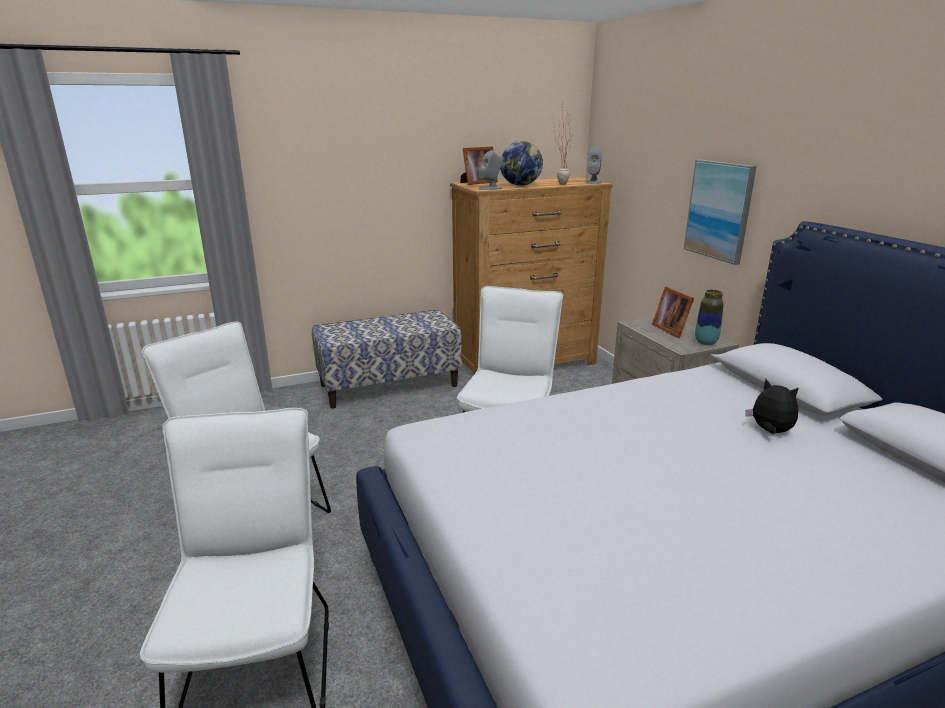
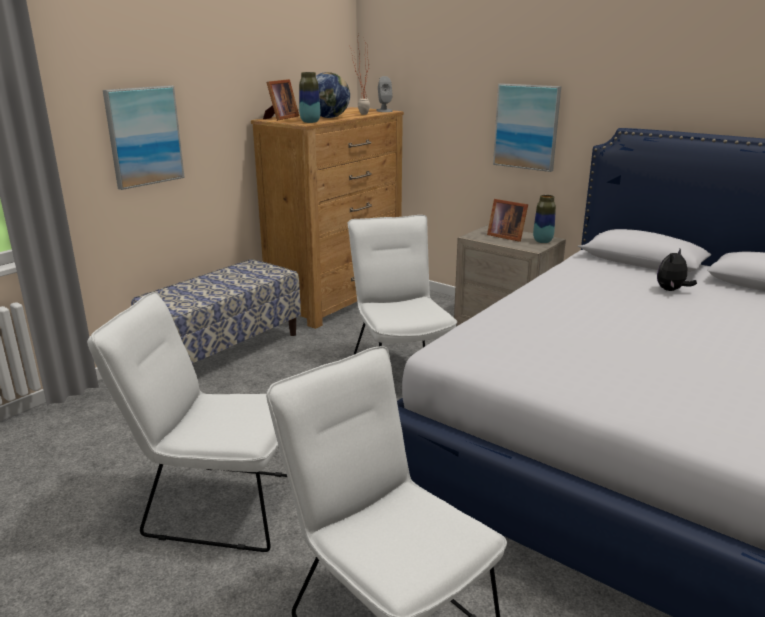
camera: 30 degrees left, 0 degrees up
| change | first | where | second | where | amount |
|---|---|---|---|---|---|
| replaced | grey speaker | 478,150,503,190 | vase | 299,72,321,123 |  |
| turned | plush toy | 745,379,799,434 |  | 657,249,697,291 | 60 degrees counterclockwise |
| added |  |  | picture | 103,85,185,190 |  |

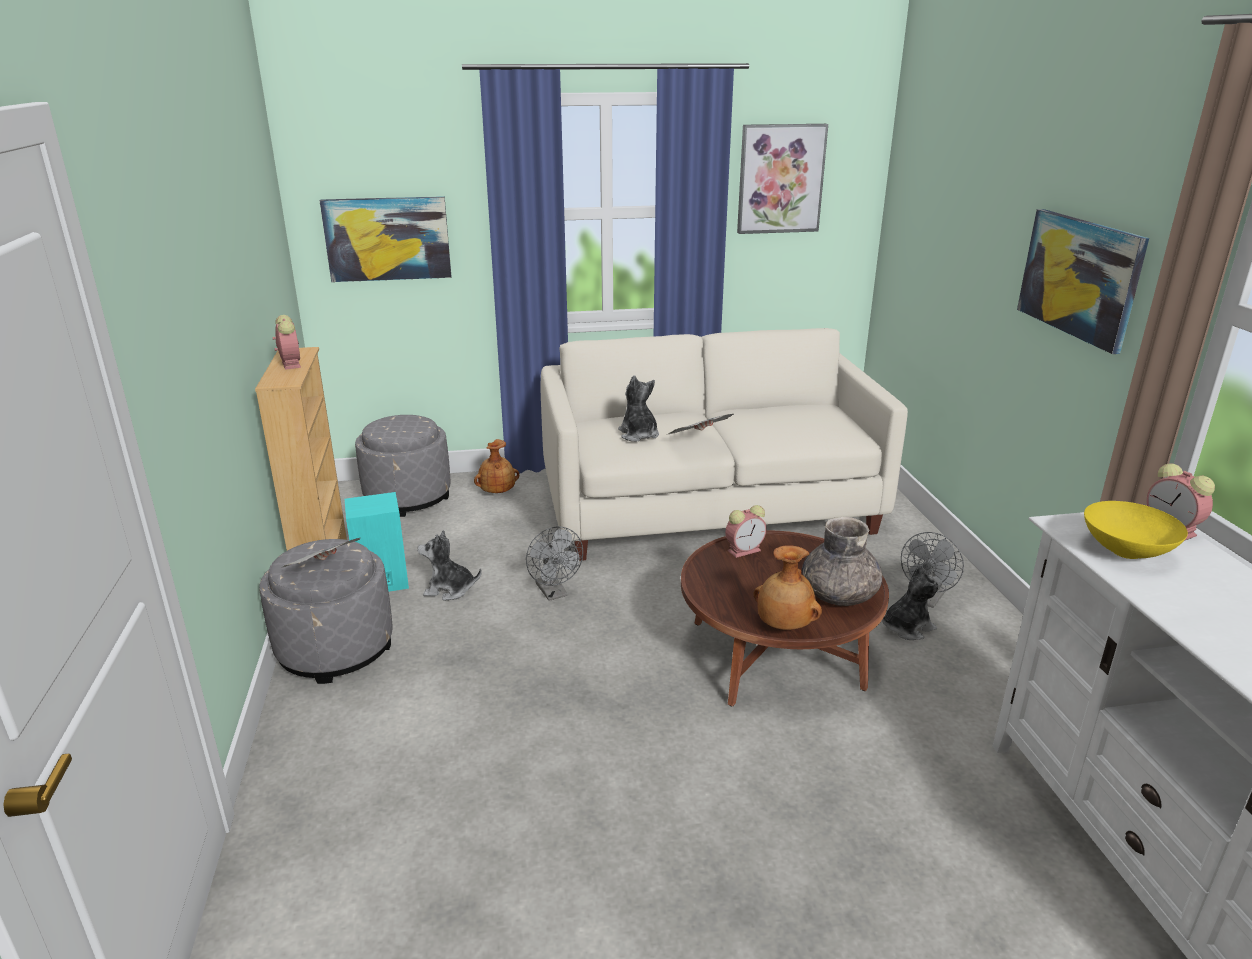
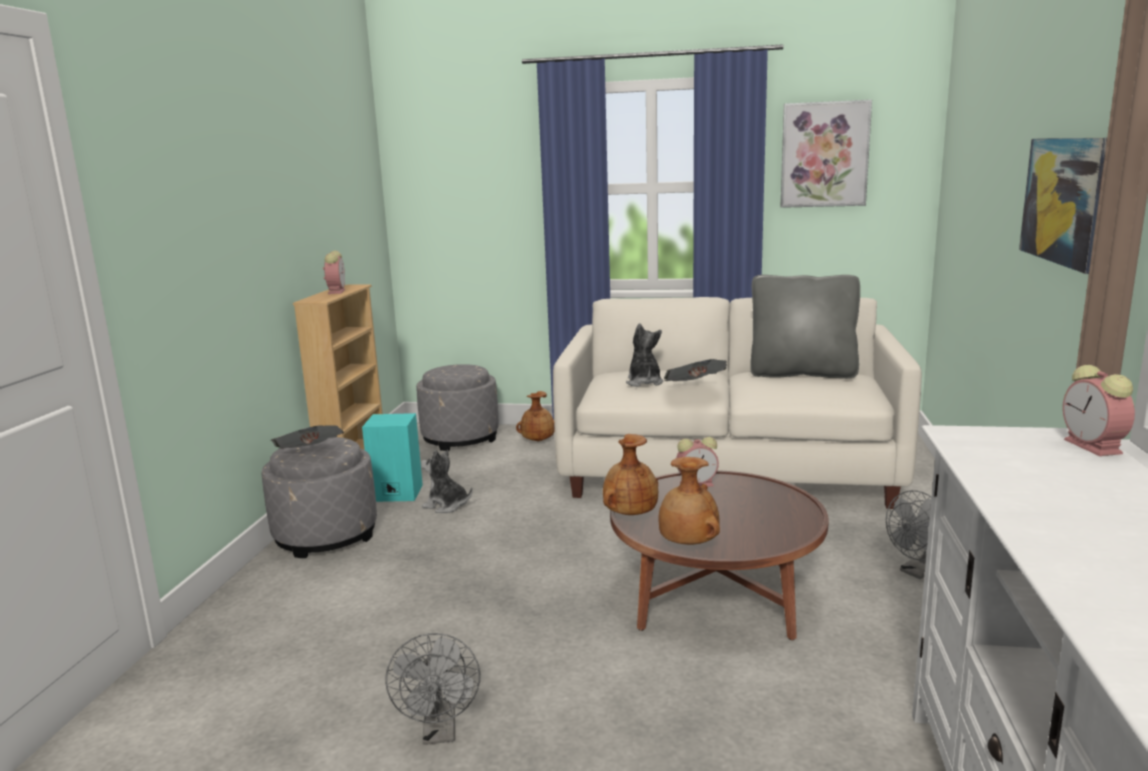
camera: 20 degrees right, 10 degrees down
| change | first | where | second | where | amount |
|---|---|---|---|---|---|
| removed | picture | 320,196,451,282 |  |  |  |
| moved | grey fan | 526,526,583,601 |  | 385,633,480,745 |  |
| removed | grey vase | 802,517,883,606 |  |  |  |
| removed | plush toy | 882,565,942,640 |  |  |  |
| removed | yellow bowl | 1084,501,1188,559 |  |  |  |
| added |  |  | brown vase | 603,434,658,515 |  |
| added |  |  | grey pillow | 750,275,860,379 |  |

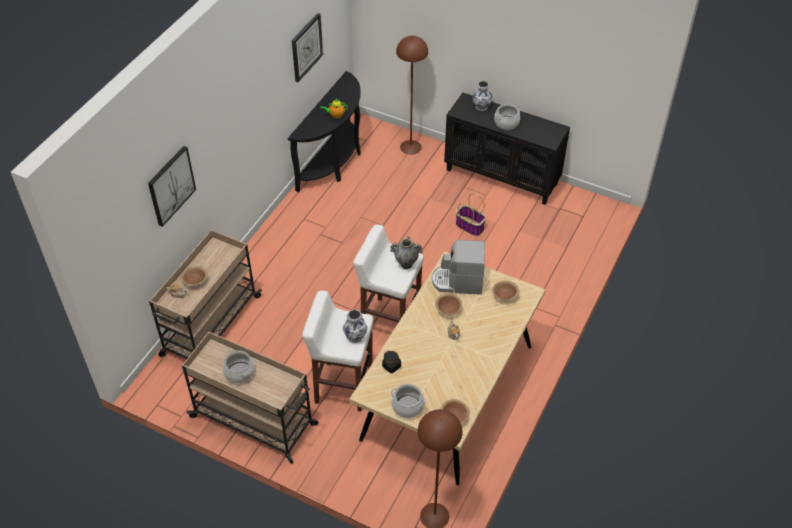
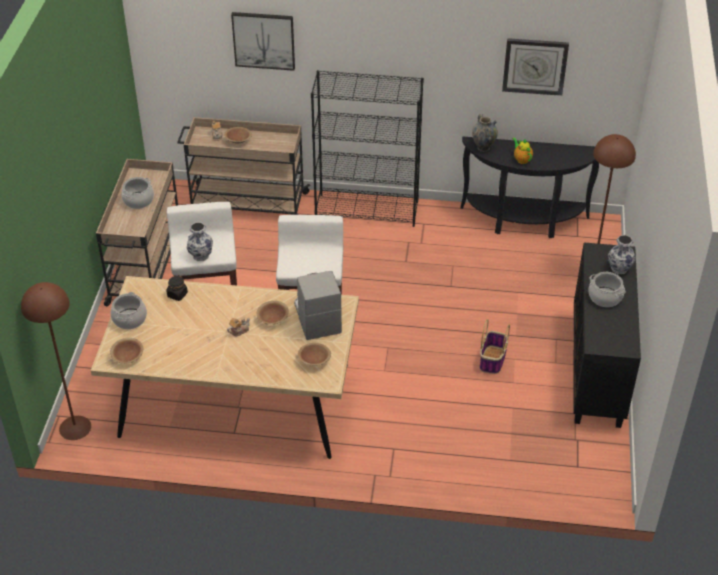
camera: 70 degrees right, 5 degrees down
| change | first | where | second | where | amount |
|---|---|---|---|---|---|
| moved | vase | 390,237,423,269 |  | 472,114,498,152 |  |
| added |  |  | black bookcase | 311,70,424,227 |  |

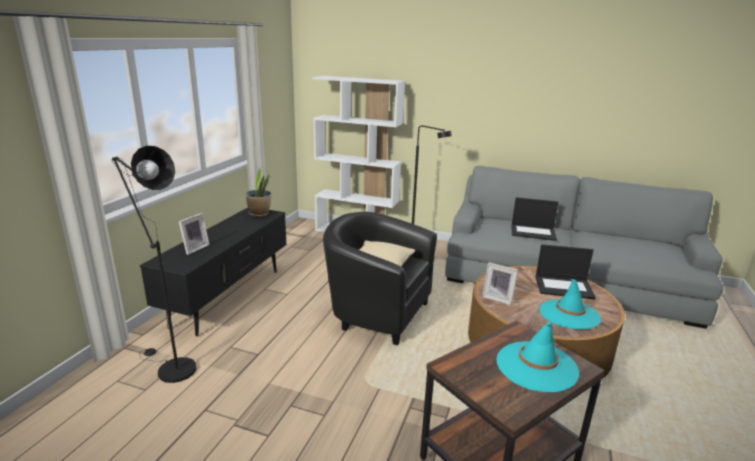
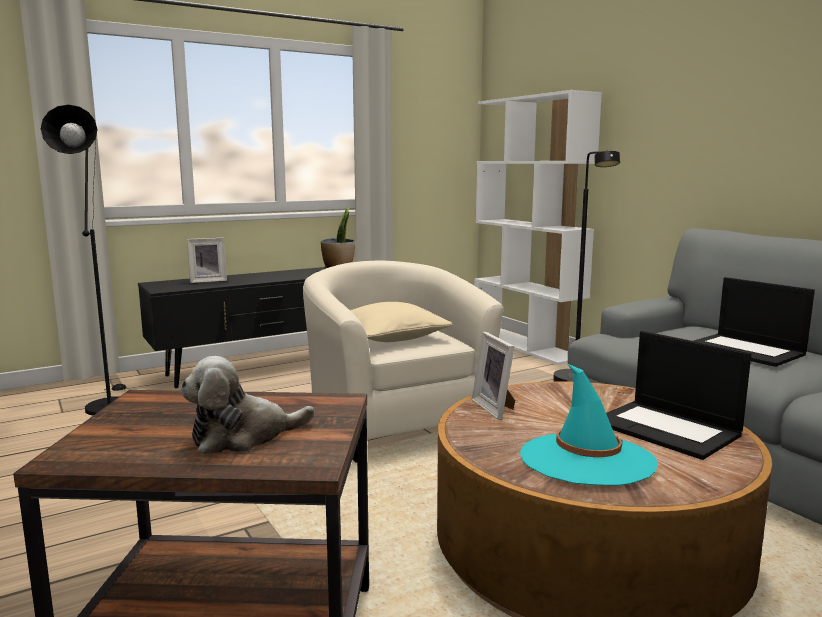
camera: 40 degrees right, 10 degrees down
| change | first | where | second | where | amount |
|---|---|---|---|---|---|
| recoloured | black armchair | 323,212,437,346 | beige armchair | 303,261,503,463 |  |
| replaced | turquoise hat | 497,322,579,392 | plush toy | 180,356,315,454 |  |

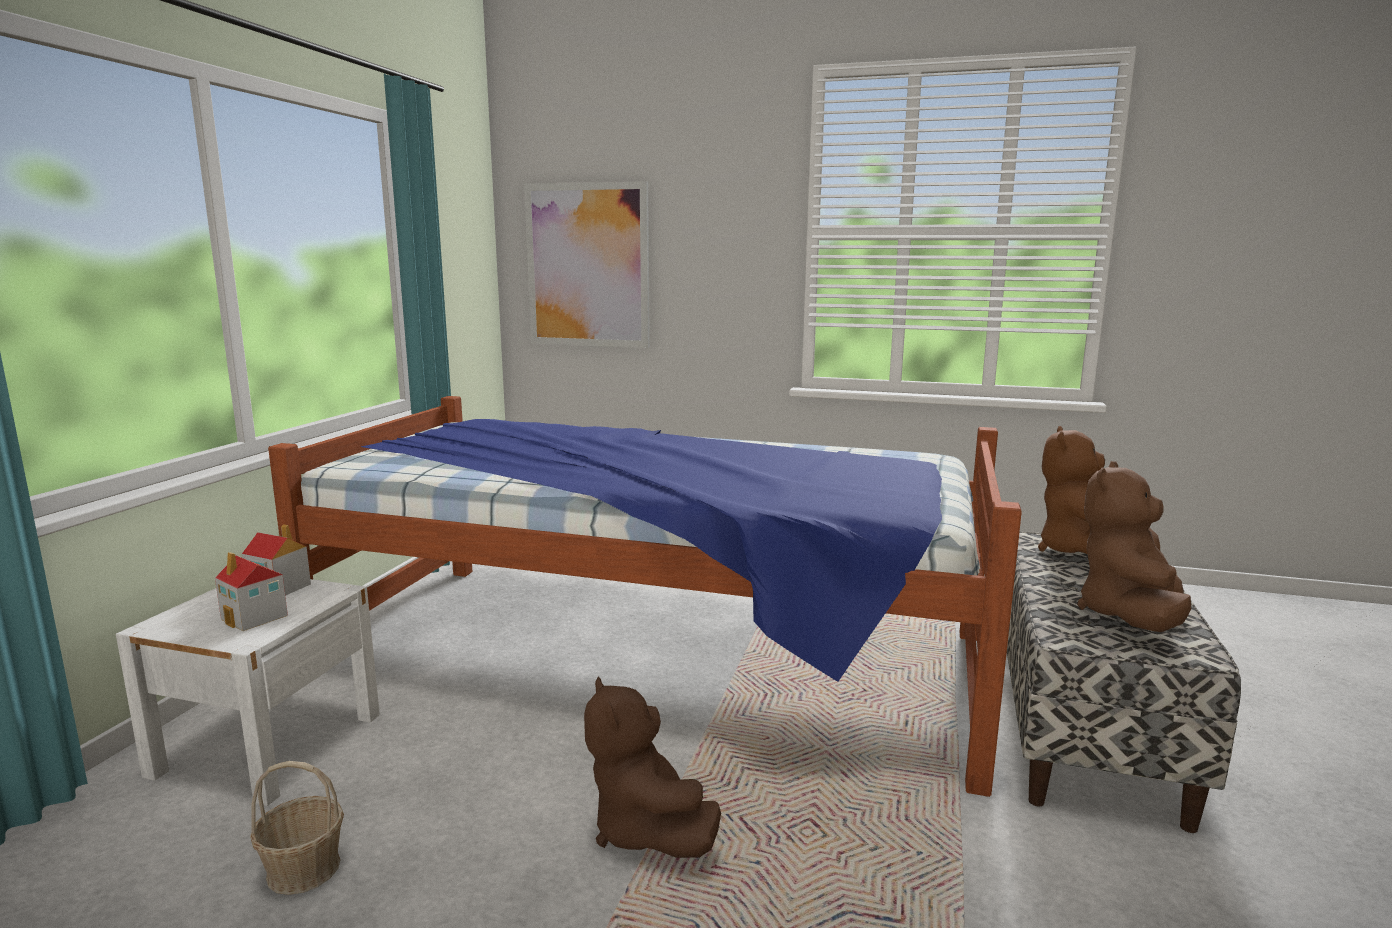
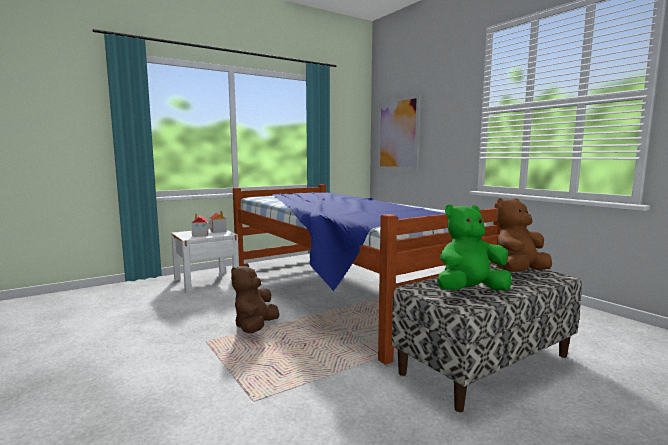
camera: 40 degrees right, 5 degrees down
| change | first | where | second | where | amount |
|---|---|---|---|---|---|
| removed | basket | 250,761,344,895 |  |  |  |
| recoloured | brown plush toy | 1077,461,1191,632 | green plush toy | 437,204,512,290 |  |

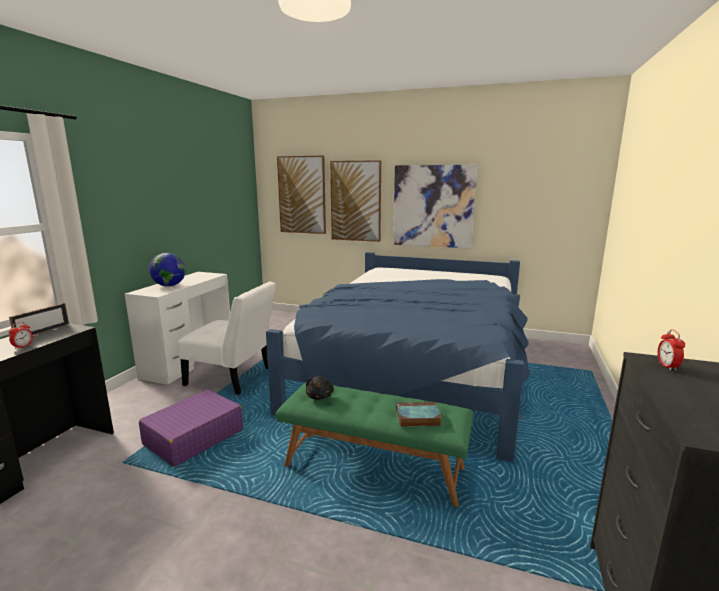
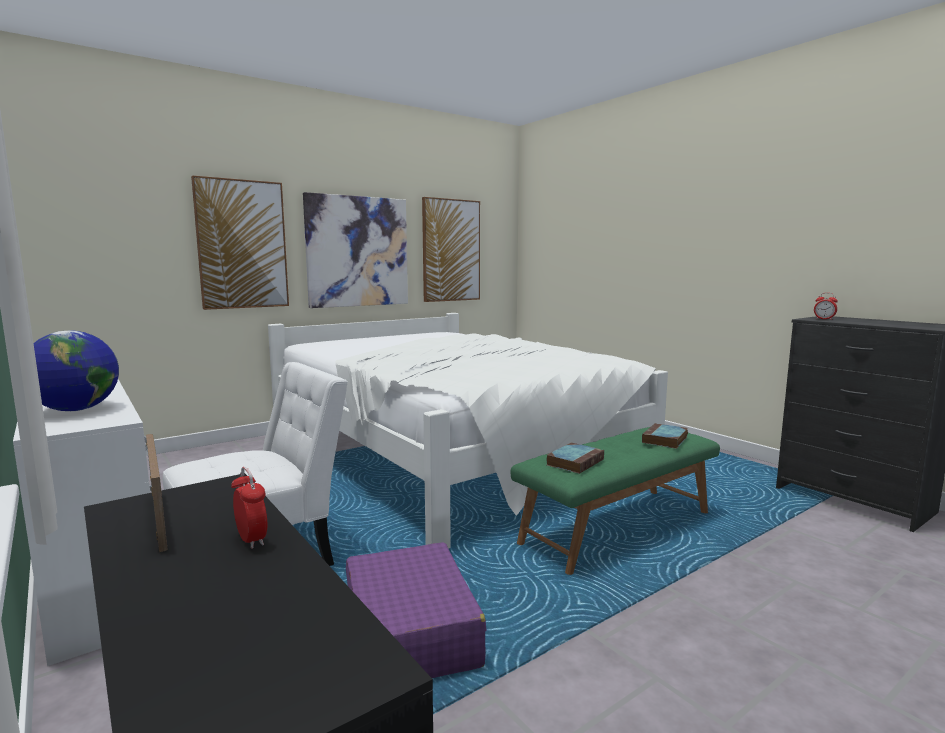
camera: 55 degrees left, 5 degrees down
| change | first | where | second | where | amount |
|---|---|---|---|---|---|
| recoloured | blue bed | 266,252,530,462 | white bed | 268,313,668,549 |  |
| moved | picture | 277,156,326,234 |  | 422,197,480,302 |  |
| replaced | black plush toy | 306,376,334,400 | book | 546,443,604,474 |  |

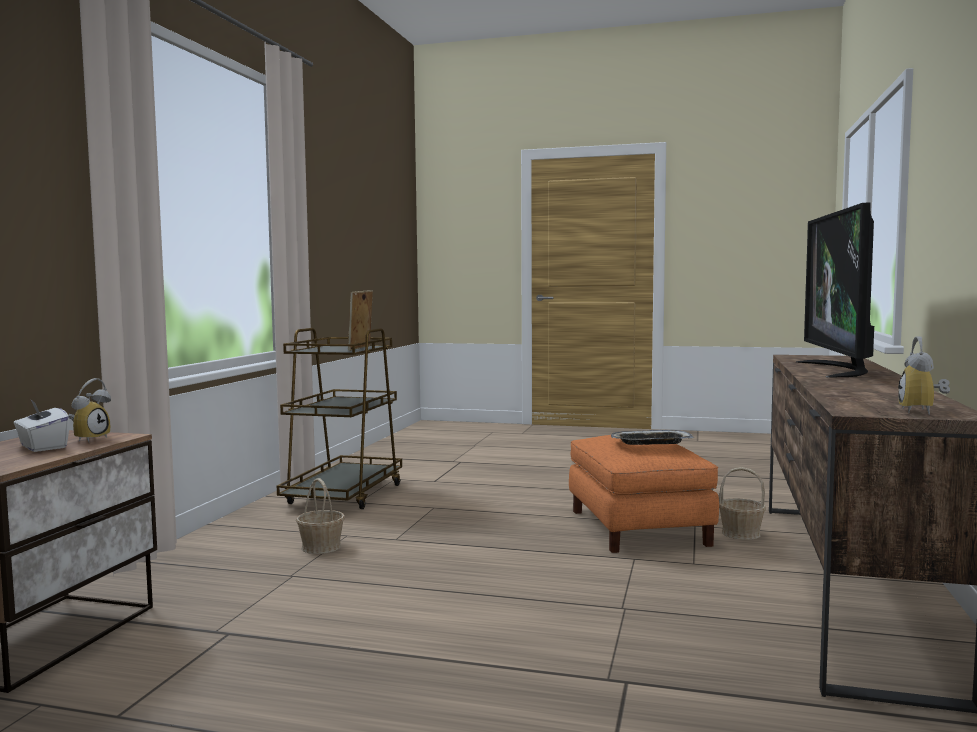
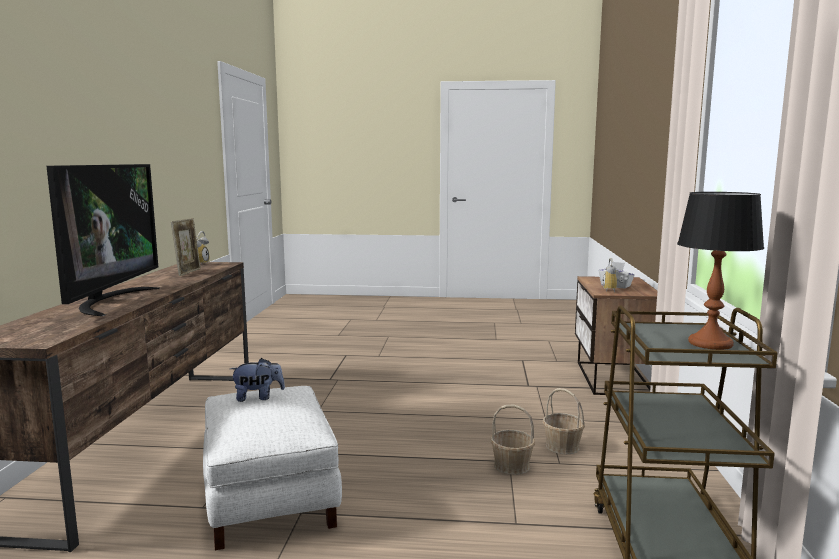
camera: 170 degrees right, 5 degrees up
| change | first | where | second | where | amount |
|---|---|---|---|---|---|
| moved | picture frame | 348,290,373,351 |  | 171,218,201,276 |  |
| recoloured | orange ottoman | 569,435,719,553 | white ottoman | 203,386,342,550 |  |
| replaced | tray | 611,430,694,445 | plush toy | 230,358,285,402 |  |
| moved | basket | 719,467,766,540 |  | 491,405,535,475 |  |
| added |  |  | table lamp | 677,192,764,350 |  |

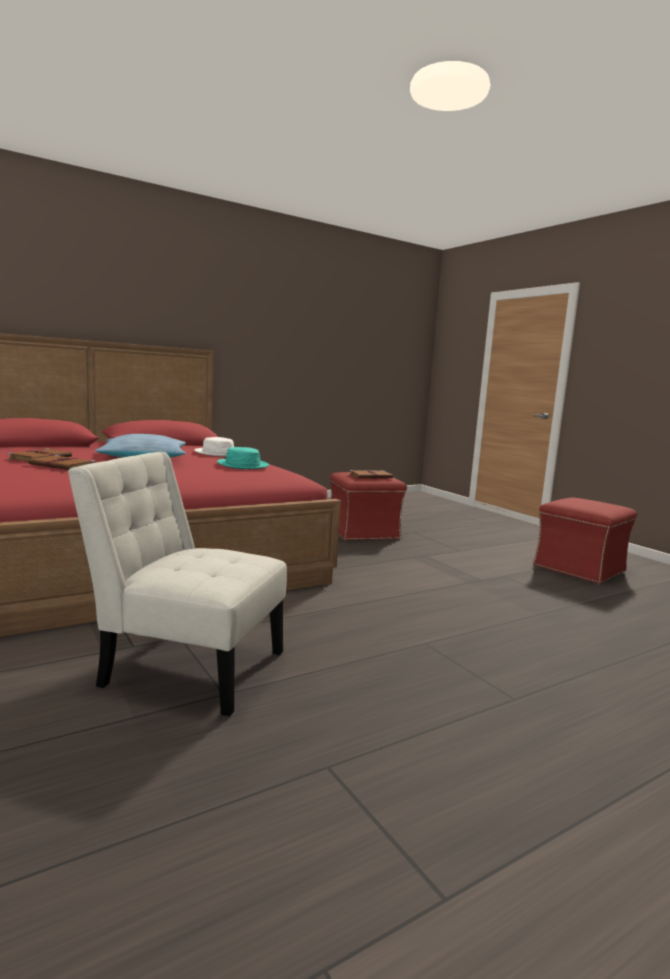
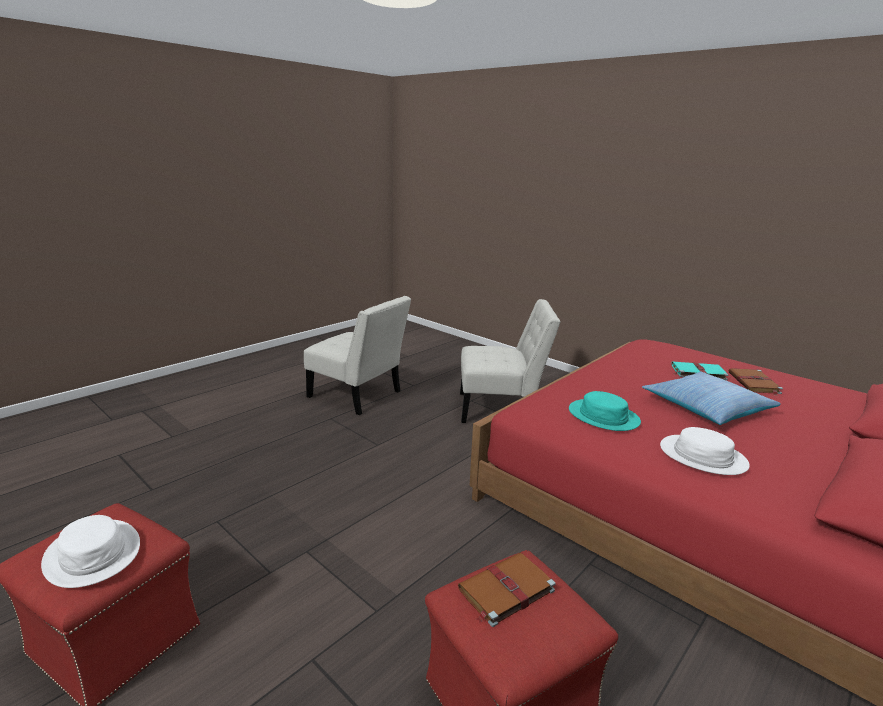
camera: 165 degrees right, 10 degrees up
| change | first | where | second | where | amount |
|---|---|---|---|---|---|
| recoloured | brown book | 28,455,95,470 | turquoise book | 671,362,729,380 |  |
| added |  |  | white hat | 41,515,140,588 |  |
| added |  |  | white chair | 304,296,411,415 |  |

